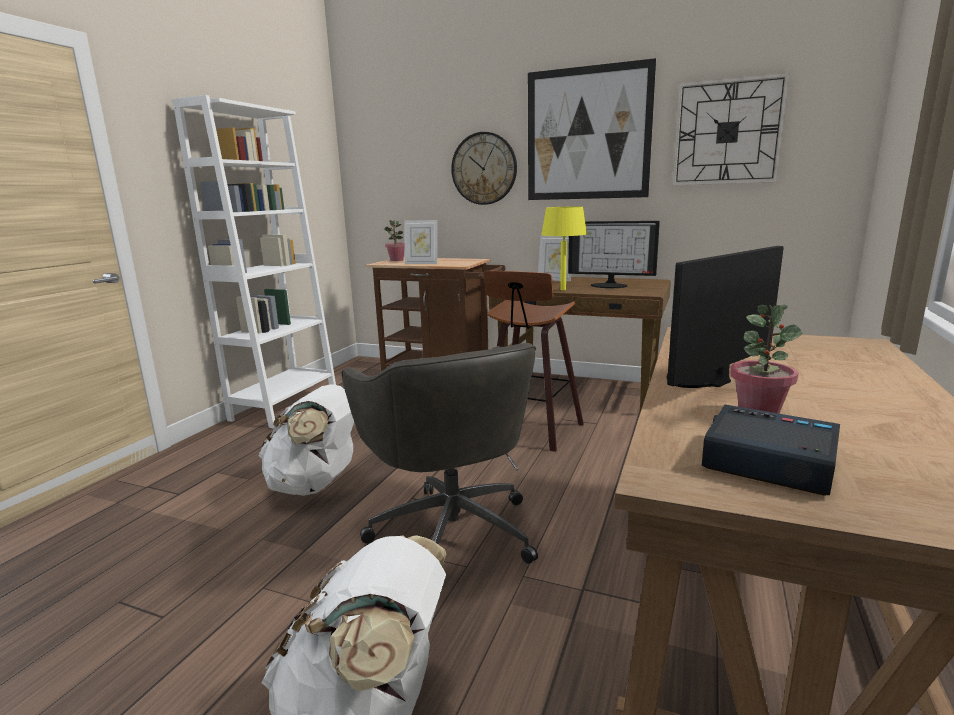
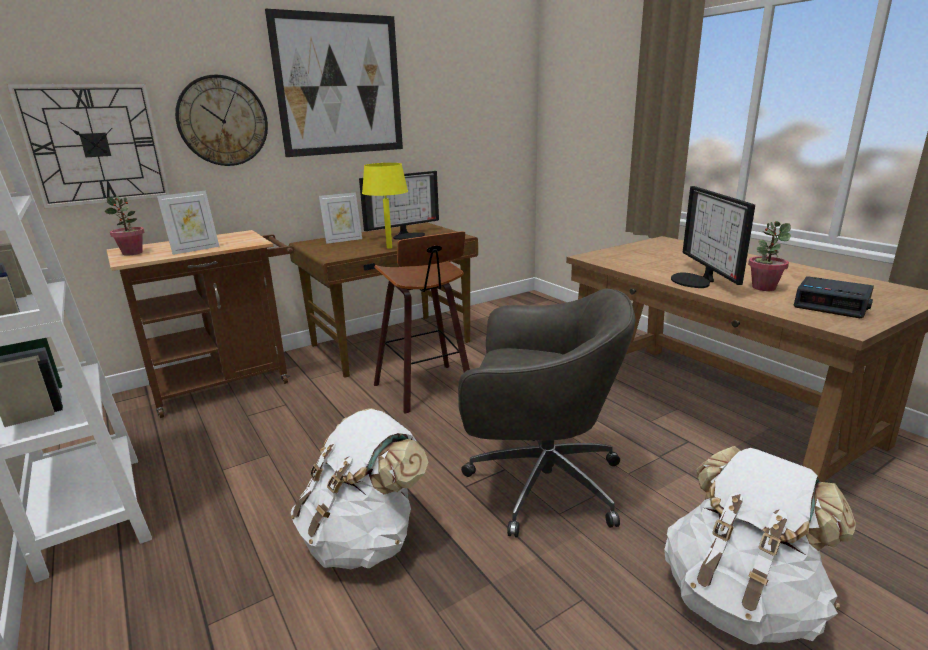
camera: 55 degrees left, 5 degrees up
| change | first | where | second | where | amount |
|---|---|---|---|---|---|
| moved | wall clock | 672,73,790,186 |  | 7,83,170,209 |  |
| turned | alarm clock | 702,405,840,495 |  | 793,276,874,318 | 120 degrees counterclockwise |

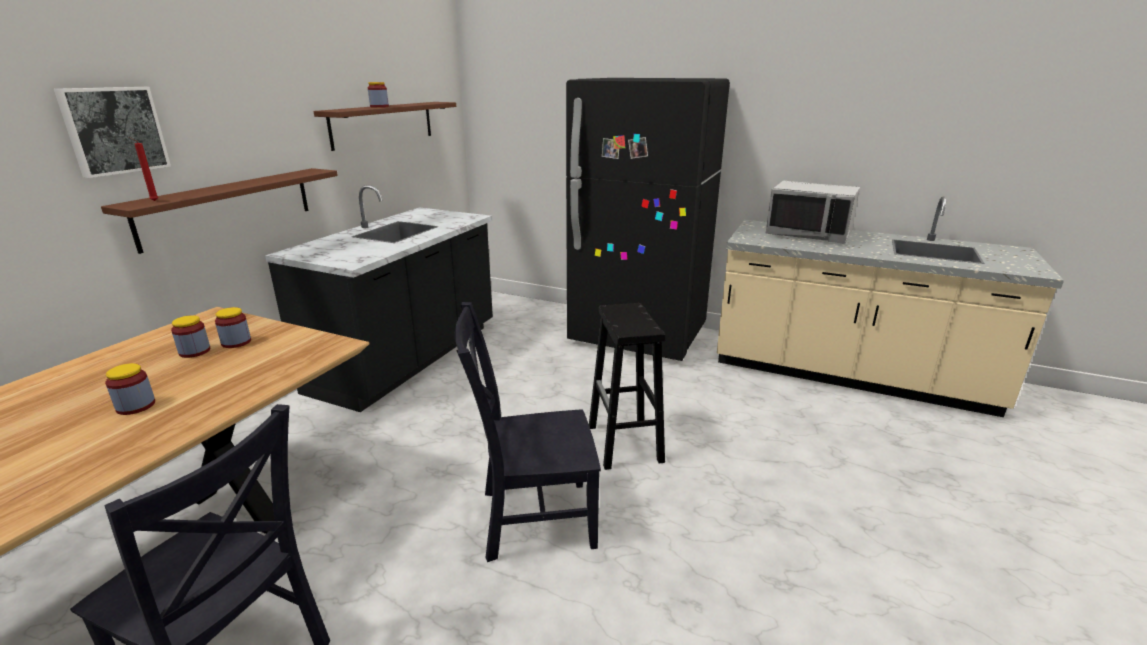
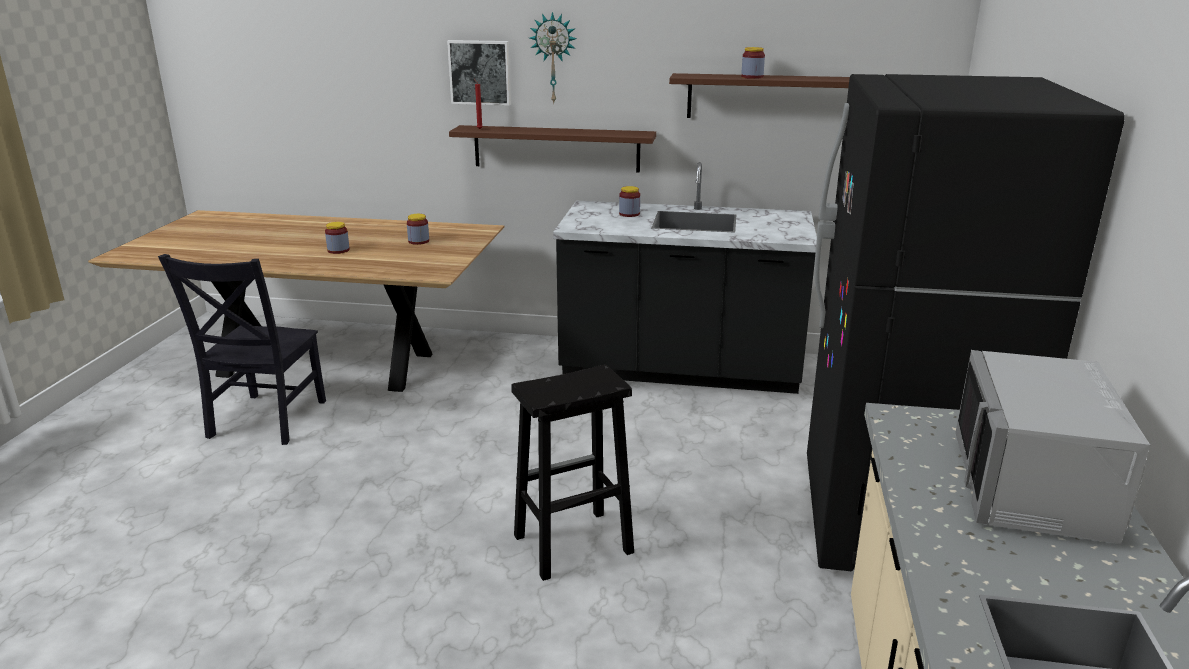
camera: 75 degrees right, 0 degrees up
| change | first | where | second | where | amount |
|---|---|---|---|---|---|
| moved | jar | 215,307,251,348 |  | 619,186,640,217 |  |
| removed | black chair | 455,302,601,562 |  |  |  |
| added |  |  | wall clock | 530,12,577,103 |  |

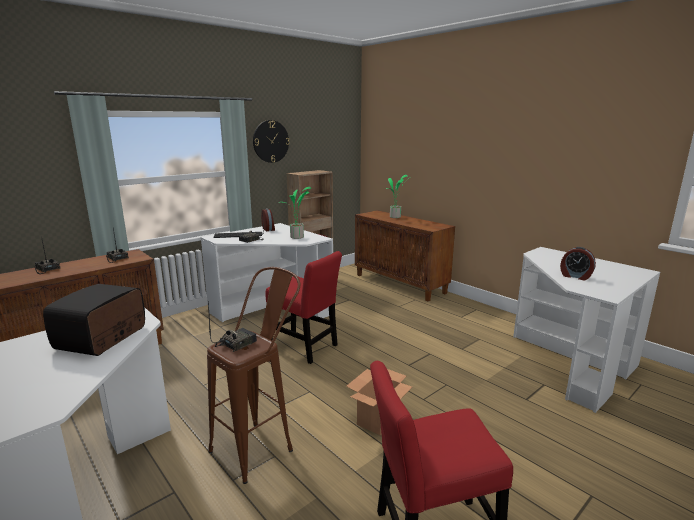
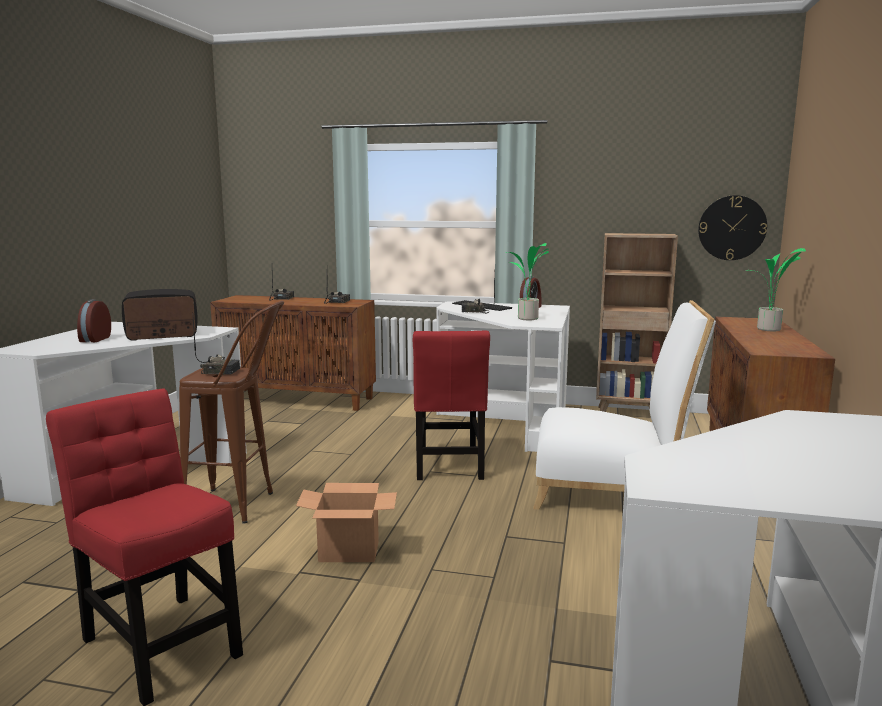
camera: 55 degrees right, 5 degrees down
| change | first | where | second | where | amount |
|---|---|---|---|---|---|
| moved | wall clock | 253,120,290,163 |  | 698,195,767,260 |  |
| moved | alarm clock | 560,247,596,280 |  | 77,299,111,342 |  |
| added |  |  | white chair | 533,300,716,510 |  |

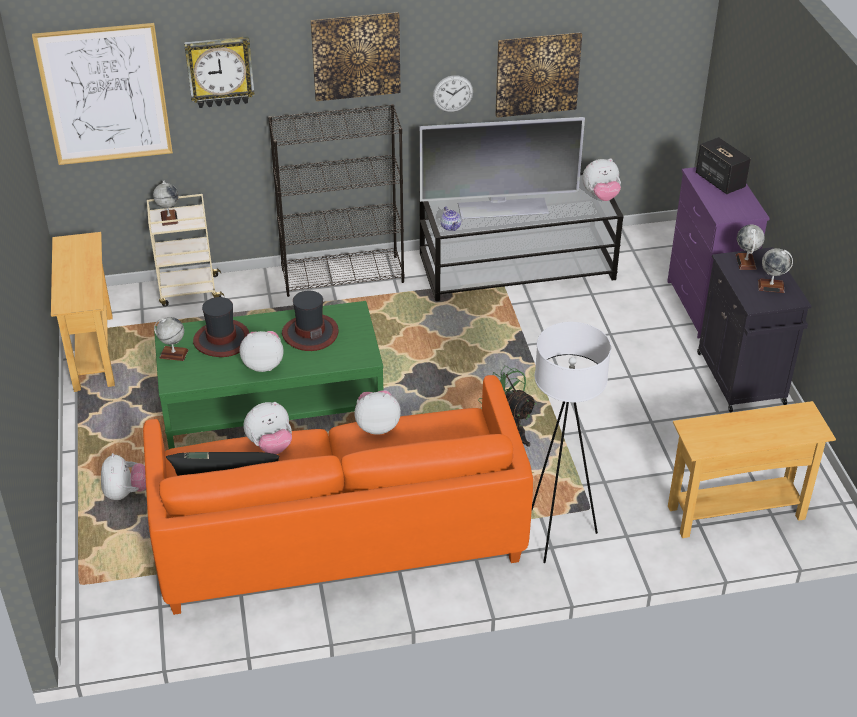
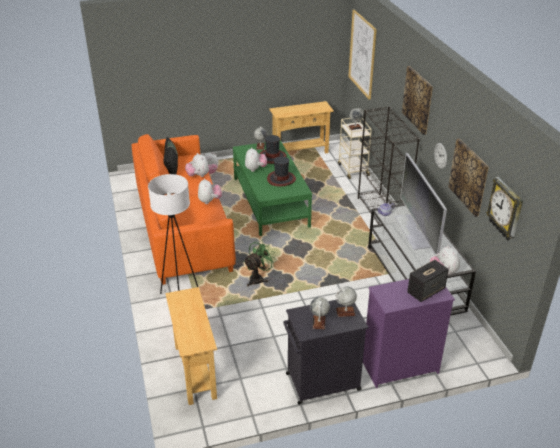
camera: 85 degrees right, 5 degrees down
| change | first | where | second | where | amount |
|---|---|---|---|---|---|
| moved | wall clock | 184,36,255,108 |  | 486,177,523,240 |  |

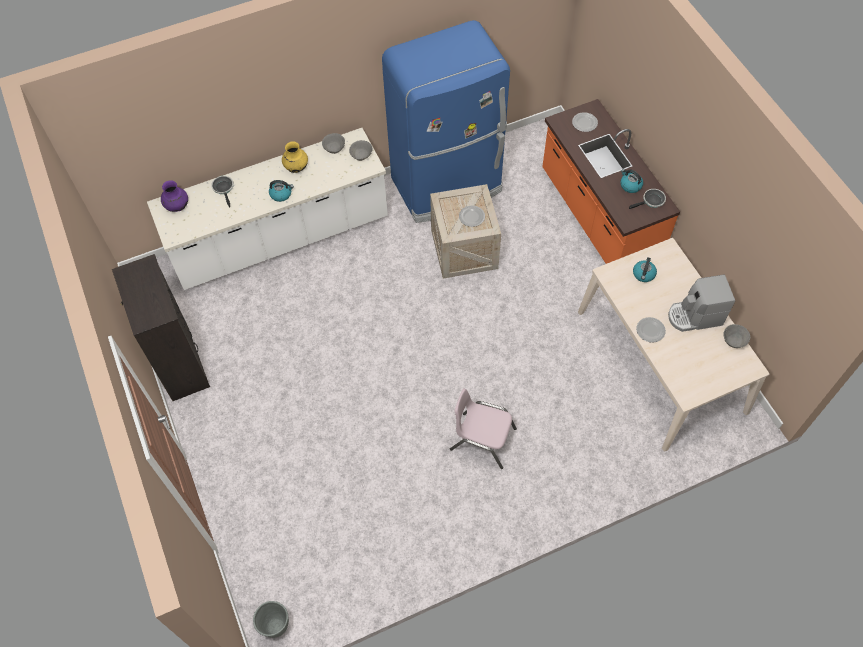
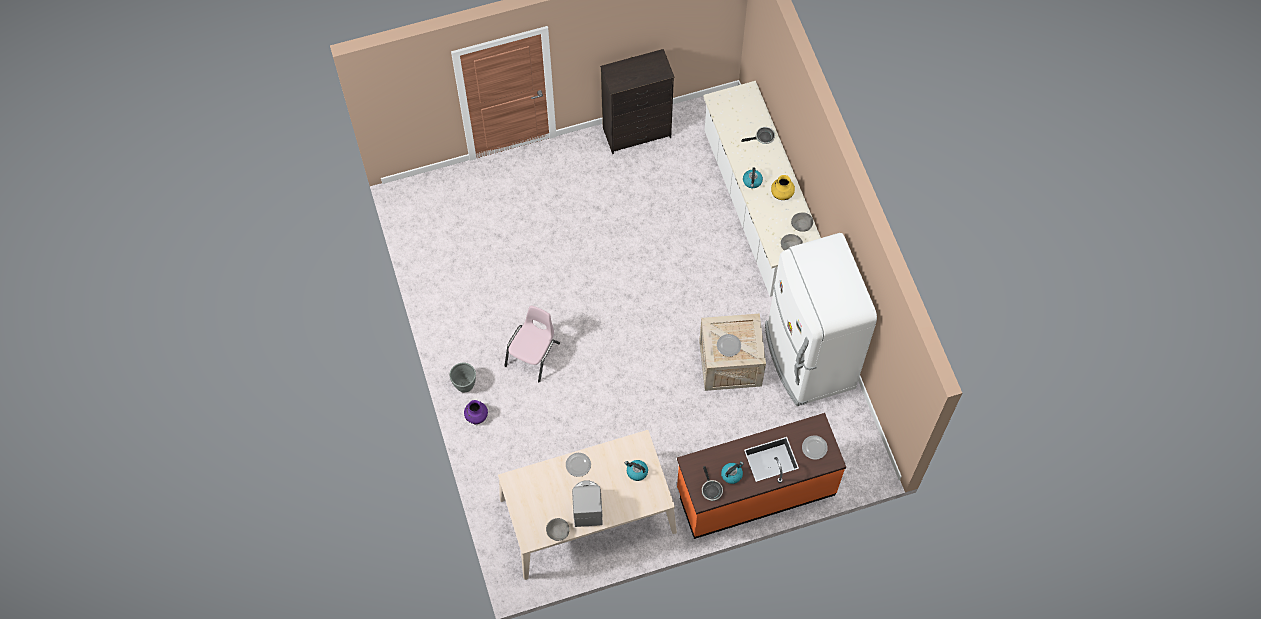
camera: 95 degrees right, 5 degrees up
| change | first | where | second | where | amount |
|---|---|---|---|---|---|
| moved | purple vase | 161,180,188,212 |  | 464,400,488,424 |  |
| moved | grey planter | 253,601,289,638 |  | 450,362,476,392 |  |
| recoloured | blue fridge | 382,20,510,223 | white fridge | 765,233,877,406 |  |

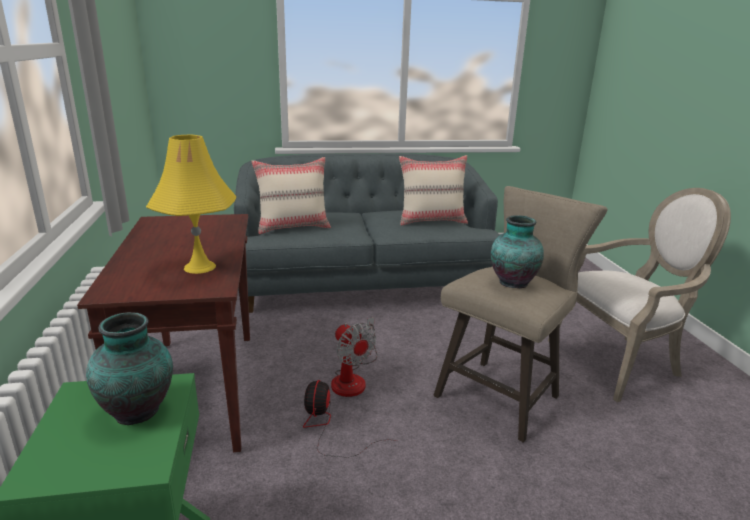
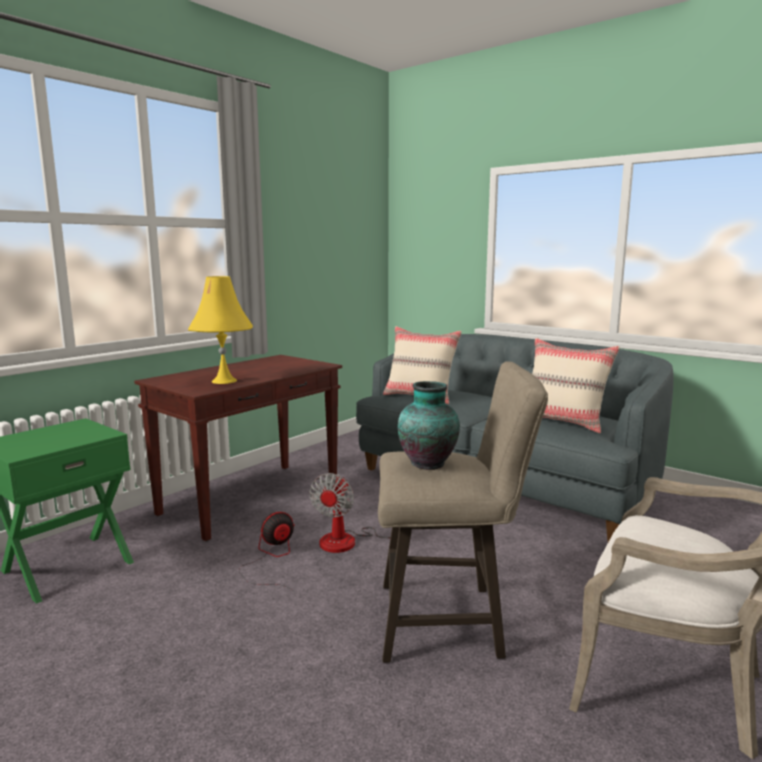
camera: 50 degrees right, 10 degrees down
| change | first | where | second | where | amount |
|---|---|---|---|---|---|
| removed | vase | 86,312,173,425 |  |  |  |

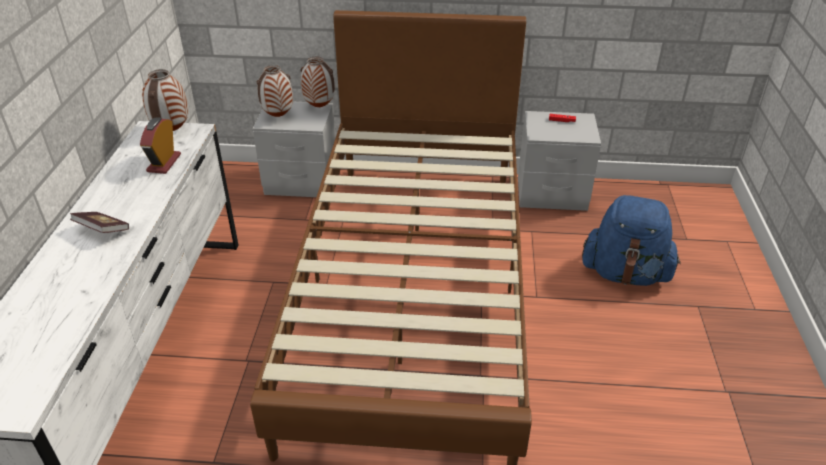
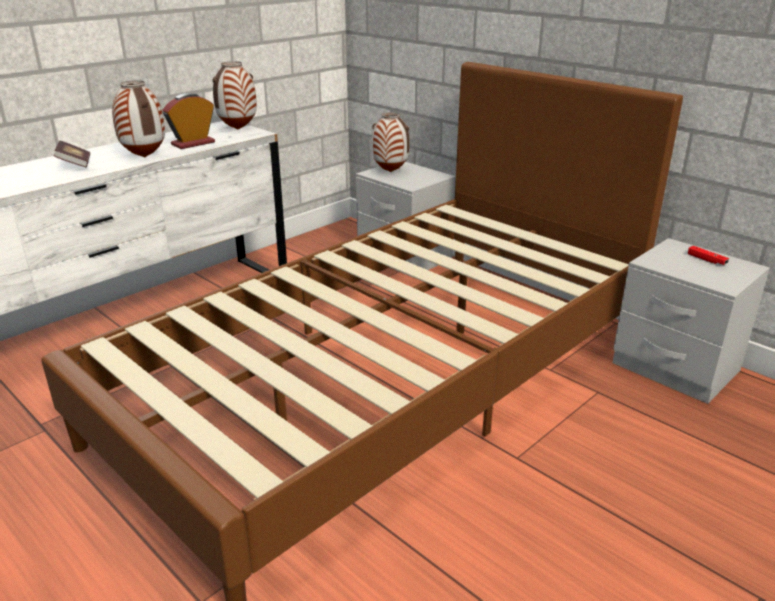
camera: 40 degrees right, 10 degrees down
| change | first | where | second | where | amount |
|---|---|---|---|---|---|
| moved | vase | 300,56,335,107 |  | 112,80,165,157 |  |
| removed | blue backpack | 582,195,681,286 |  |  |  |

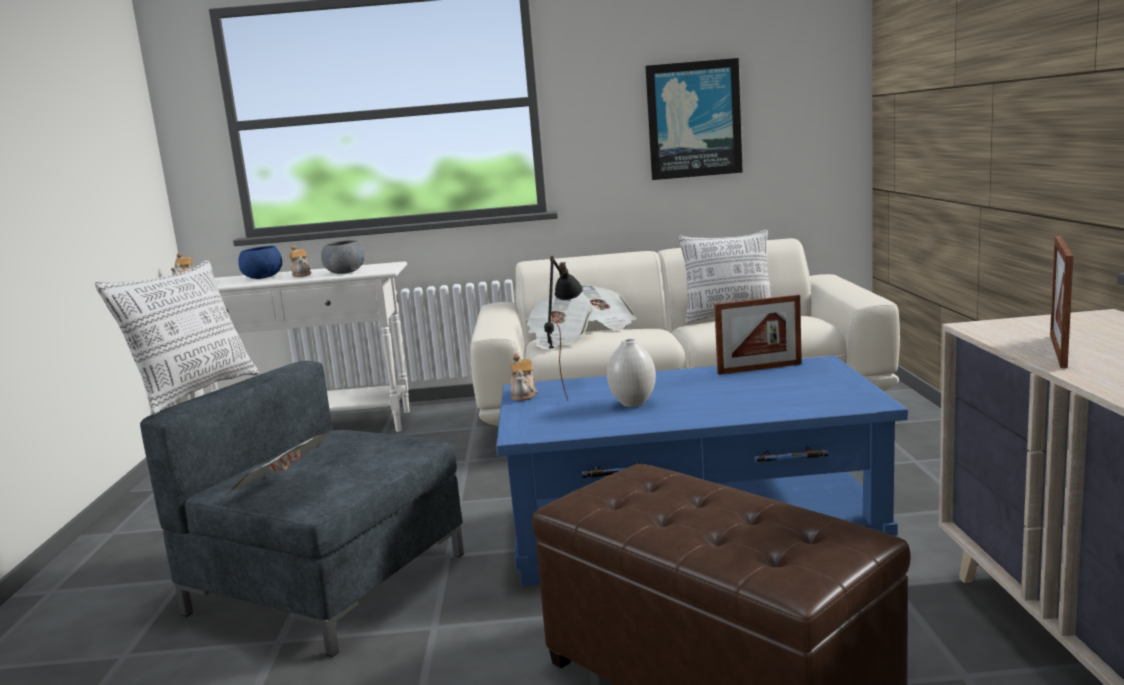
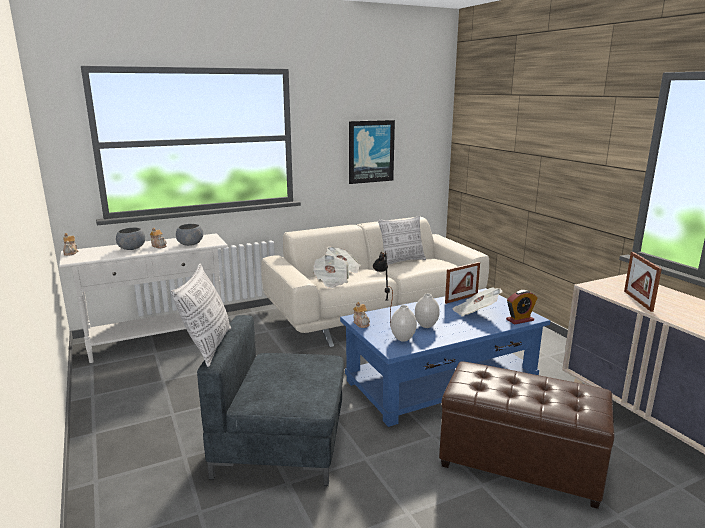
camera: 25 degrees left, 5 degrees up
| change | first | where | second | where | amount |
|---|---|---|---|---|---|
| moved | newspaper | 227,432,331,493 |  | 453,287,502,316 |  |
| recoloured | blue bowl | 238,246,282,279 | grey bowl | 116,227,145,250 |  |
| added |  |  | white vase | 391,305,417,342 |  |
| added |  |  | alarm clock | 506,290,538,324 |  |

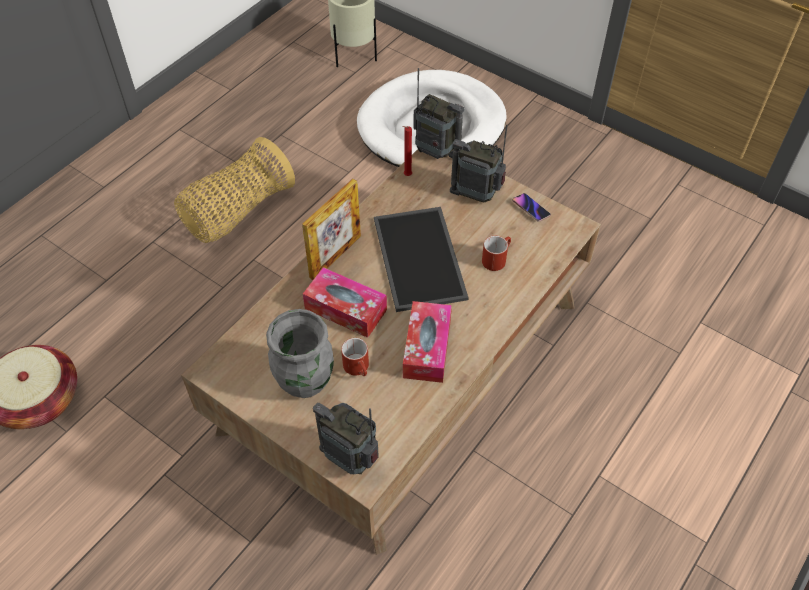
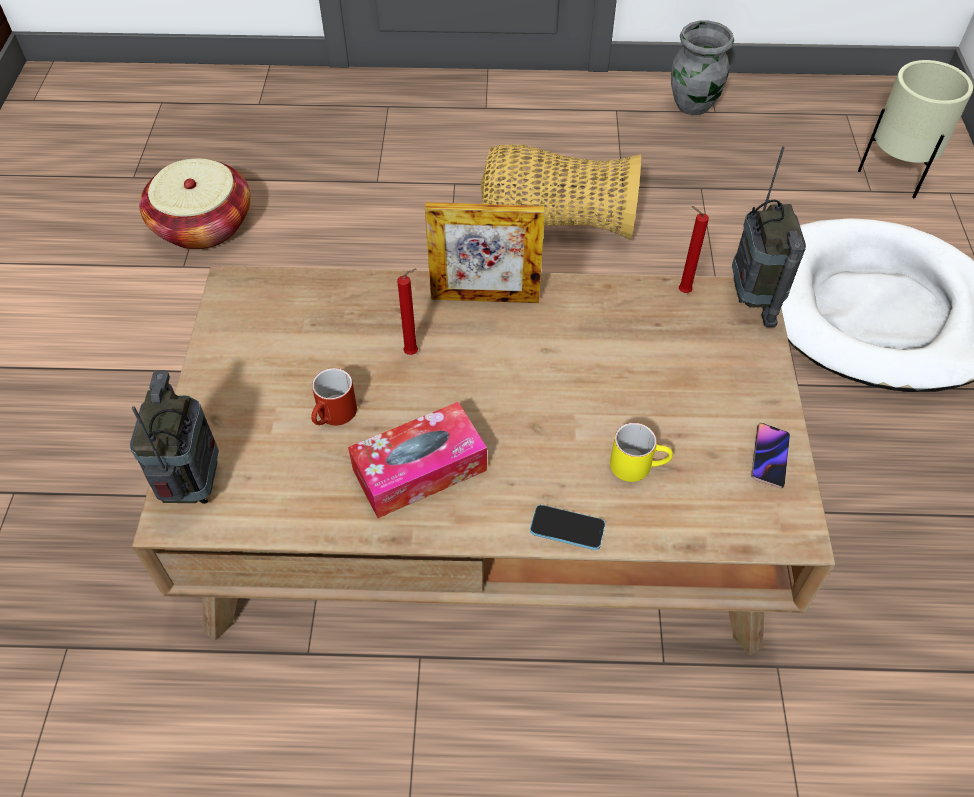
camera: 55 degrees right, 0 degrees up
| change | first | where | second | where | amount |
|---|---|---|---|---|---|
| moved | grey vase | 266,309,334,398 |  | 671,21,734,115 |  |
| replaced | tissue box | 303,267,387,338 | red candle | 397,269,418,355 |  |
| removed | tray | 374,207,469,312 |  |  |  |
| removed | radio | 450,124,508,203 |  |  |  |
| recoloured | red mug | 482,236,511,271 | yellow mug | 610,423,673,482 |  |
| added |  |  | phone | 530,505,605,550 |  |

